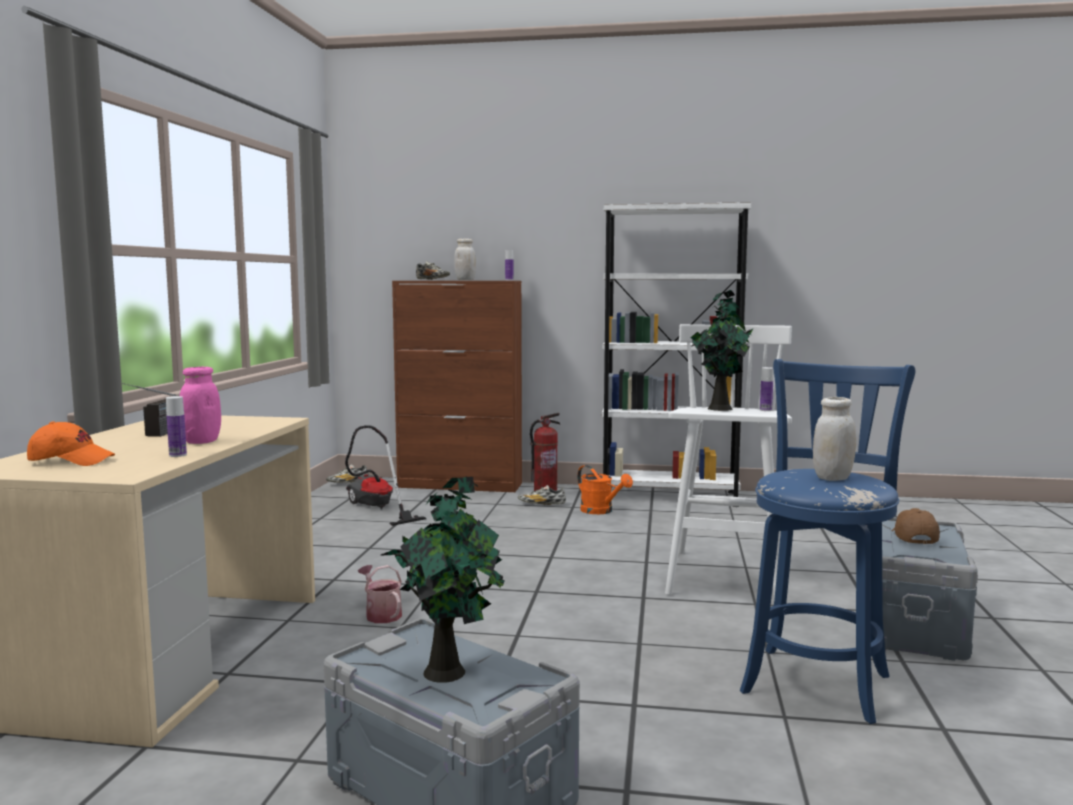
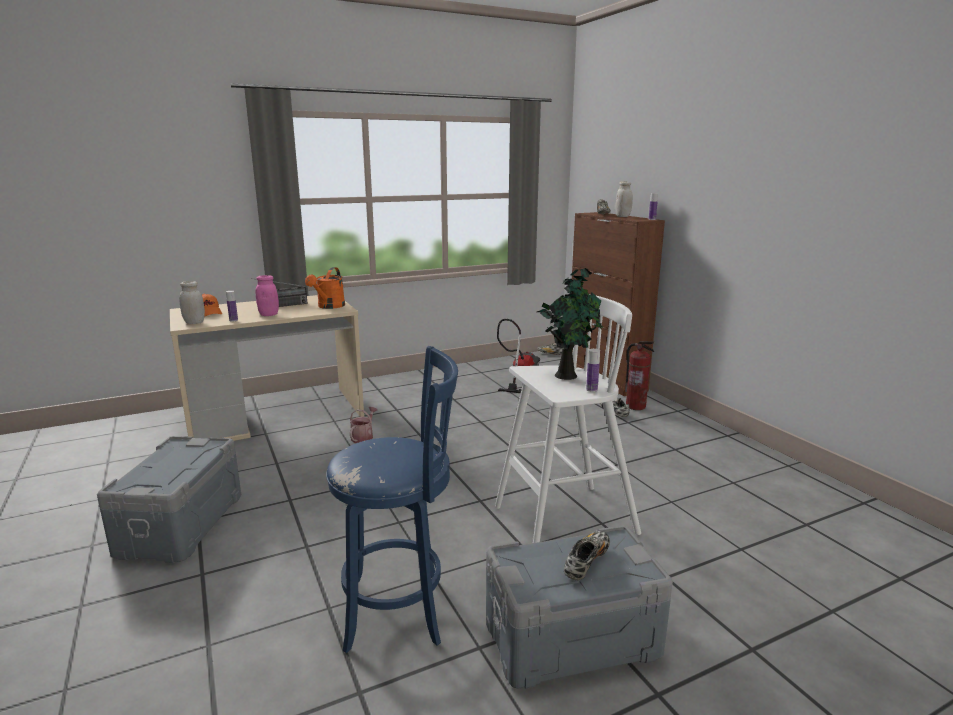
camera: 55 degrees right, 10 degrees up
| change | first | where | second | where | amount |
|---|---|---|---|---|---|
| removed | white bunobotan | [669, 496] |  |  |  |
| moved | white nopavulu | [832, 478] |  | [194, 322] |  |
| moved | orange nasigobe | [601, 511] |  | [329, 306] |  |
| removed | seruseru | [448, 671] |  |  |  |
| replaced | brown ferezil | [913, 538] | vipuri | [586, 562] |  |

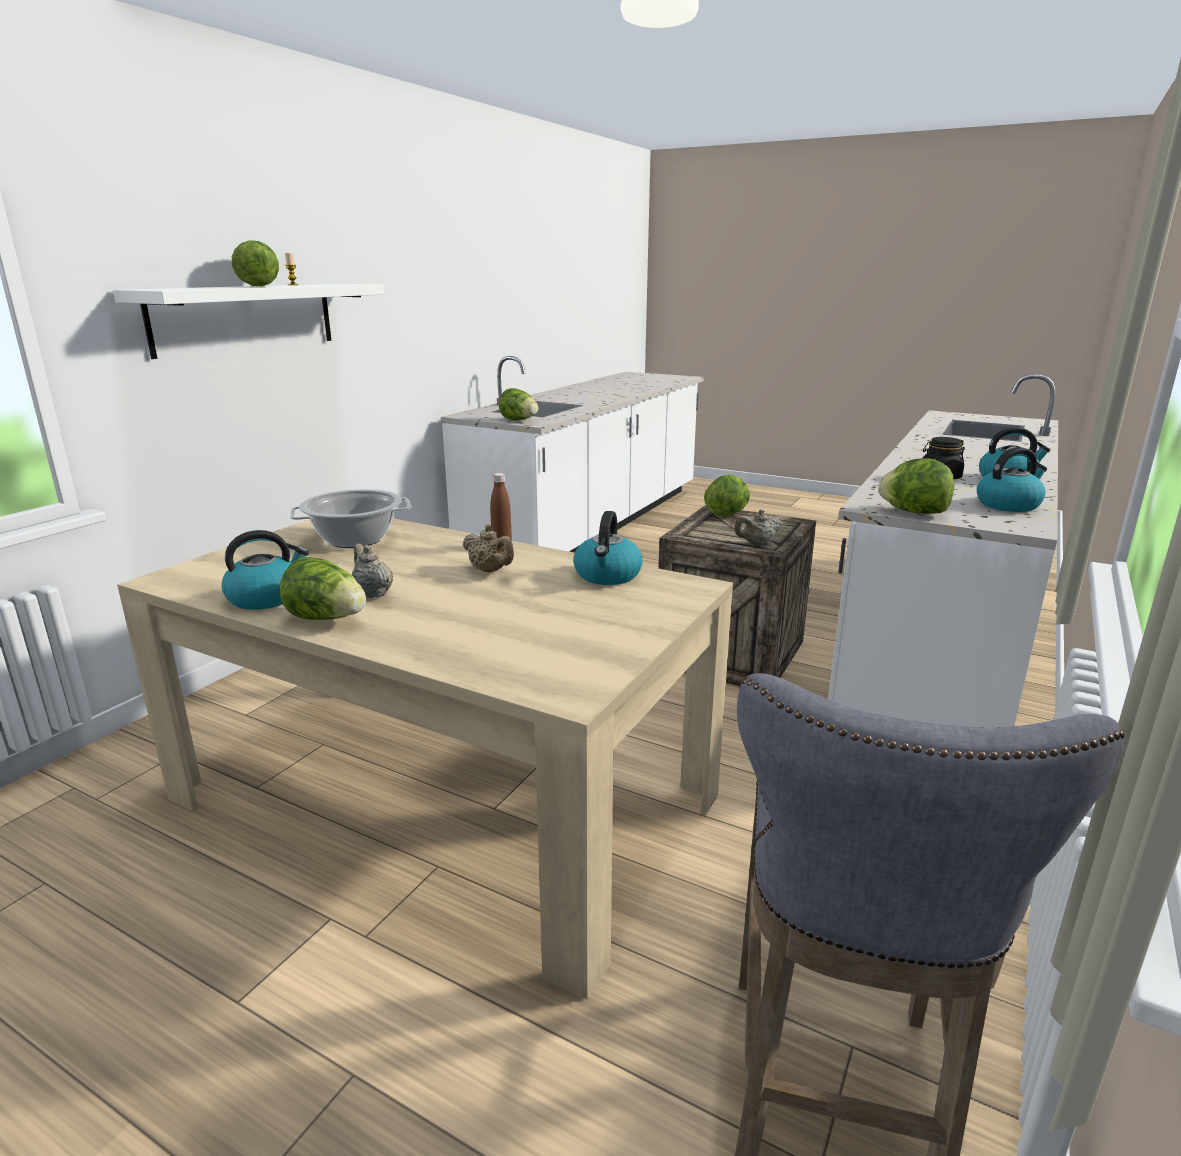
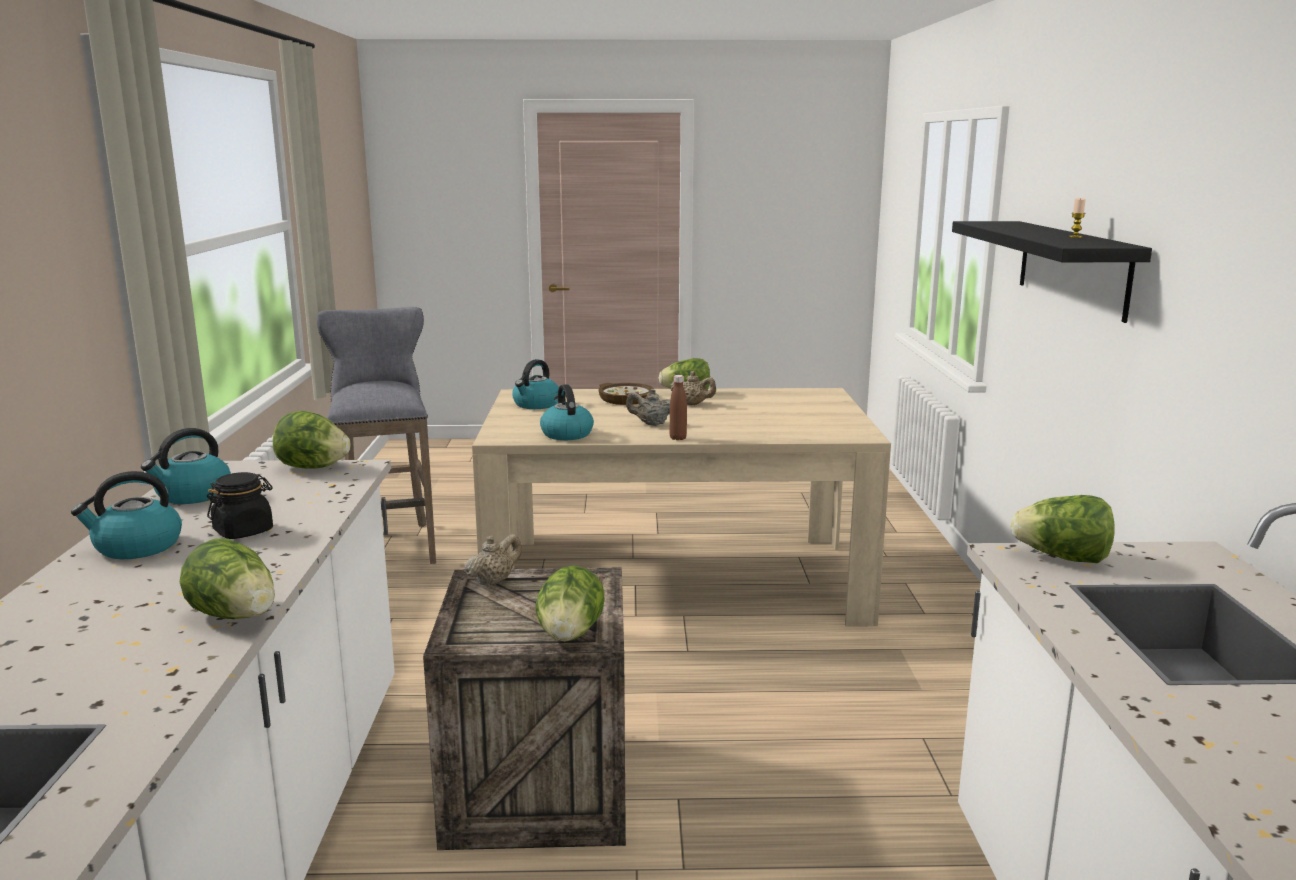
camera: 150 degrees right, 5 degrees down
| change | first | where | second | where | amount |
|---|---|---|---|---|---|
| moved | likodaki | [258, 286] |  | [237, 616] |  |
| recoloured | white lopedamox | [245, 318] | black lopedamox | [1072, 267] |  |
| removed | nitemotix | [355, 539] |  |  |  |
| moved | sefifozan | [266, 597] |  | [536, 405] |  |
| added |  |  | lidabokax | [626, 399] |  |

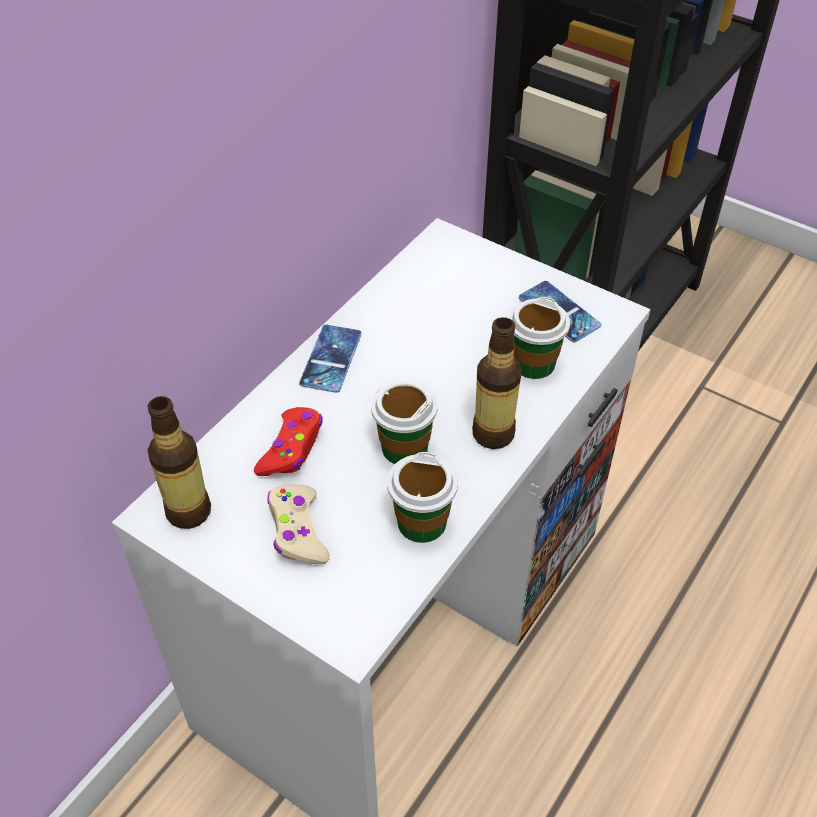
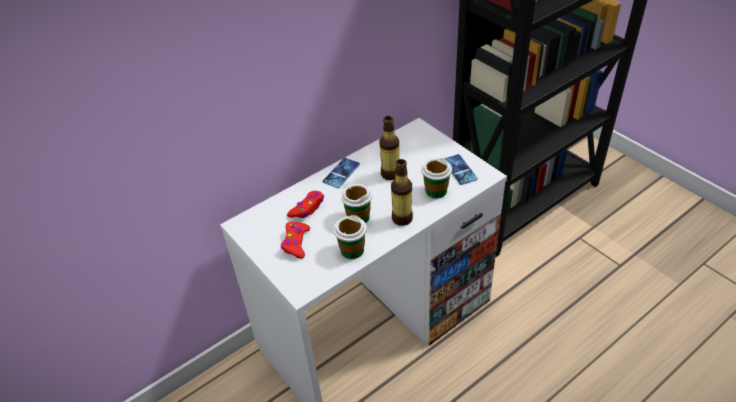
camera: 20 degrees right, 5 degrees down
| change | first | where | second | where | amount |
|---|---|---|---|---|---|
| moved | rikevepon | [188, 512] |  | [390, 174] |  |
| recoloured | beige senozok | [297, 531] | red senozok | [296, 243] |  |

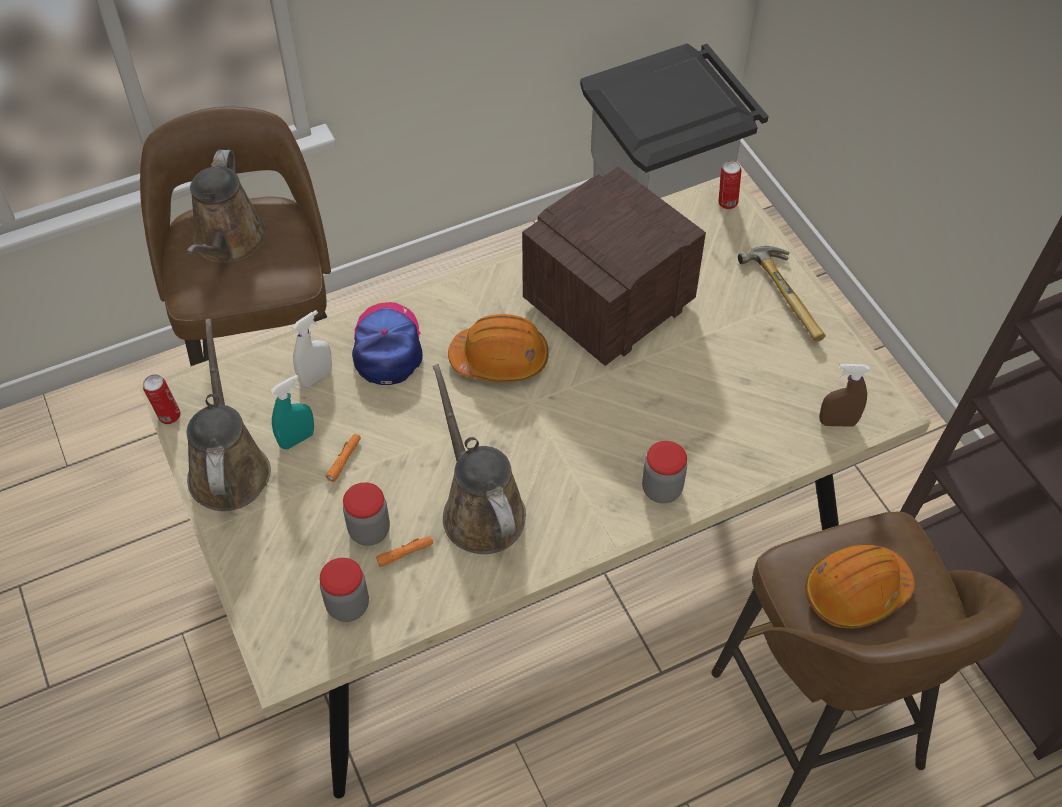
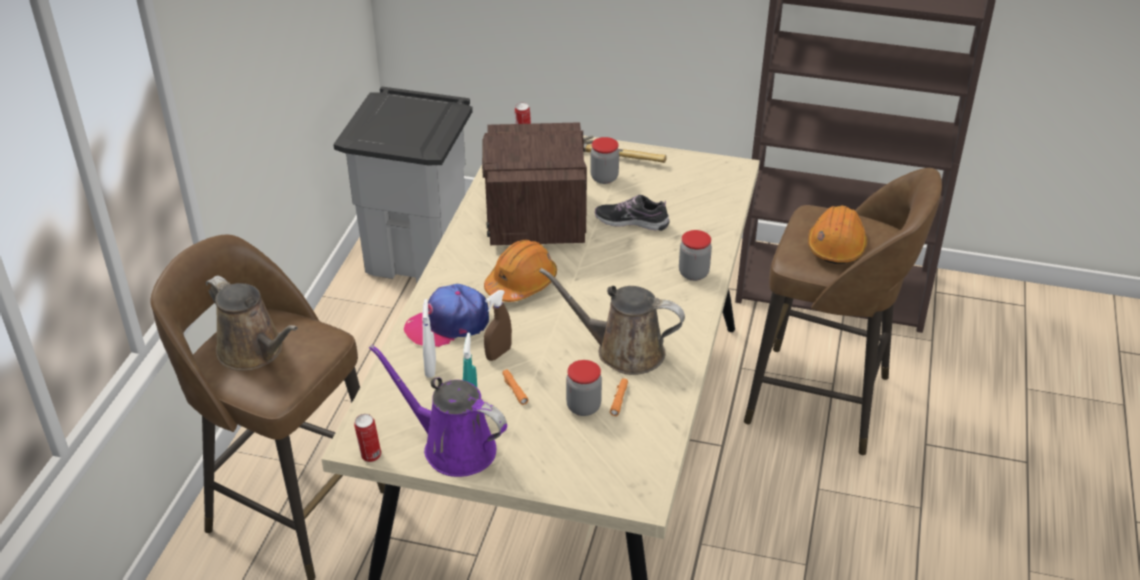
camera: 50 degrees left, 15 degrees down
| change | first | where | second | where | amount |
|---|---|---|---|---|---|
| turned | ferezil | [387, 346] |  | [448, 324] | 60 degrees counterclockwise |
| recoloured | brown nasigobe | [229, 467] | purple nasigobe | [453, 447] |  |
| moved | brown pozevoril | [837, 422] |  | [498, 353] |  |
| moved | nopavulu | [348, 605] |  | [604, 178] |  |
| added |  |  | vipuri | [632, 221] |  |

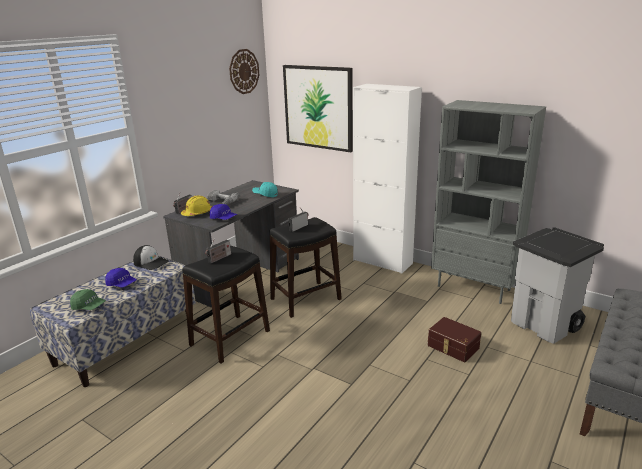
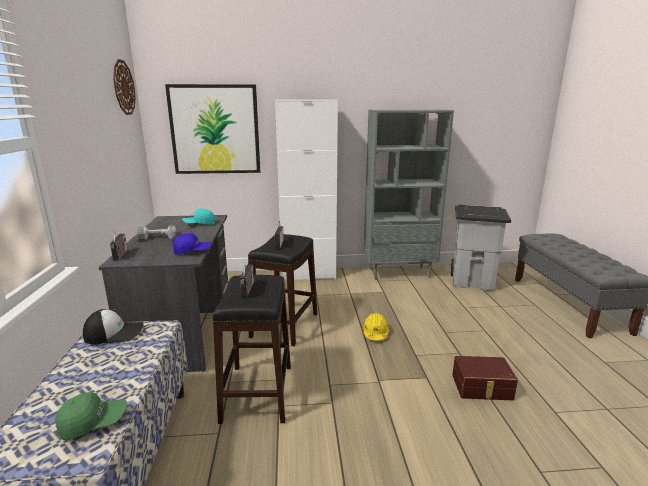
camera: 40 degrees left, 5 degrees down
| change | first | where | second | where | amount |
|---|---|---|---|---|---|
| moved | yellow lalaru | [197, 213] |  | [375, 333] |  |
| removed | blue ferezil | [122, 284] |  |  |  |
| moved | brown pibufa | [452, 347] |  | [482, 388] |  |

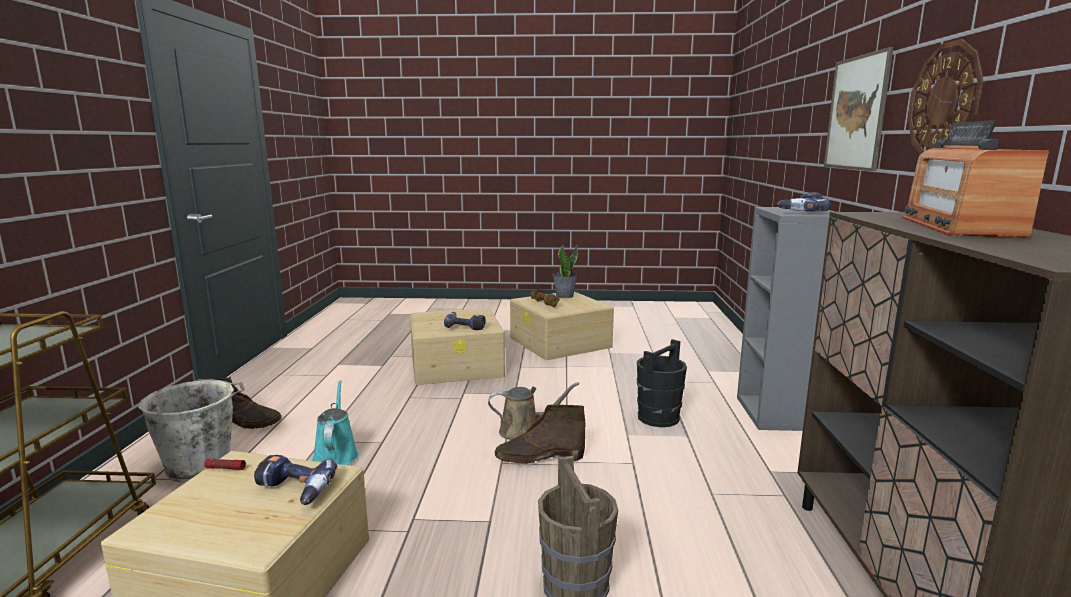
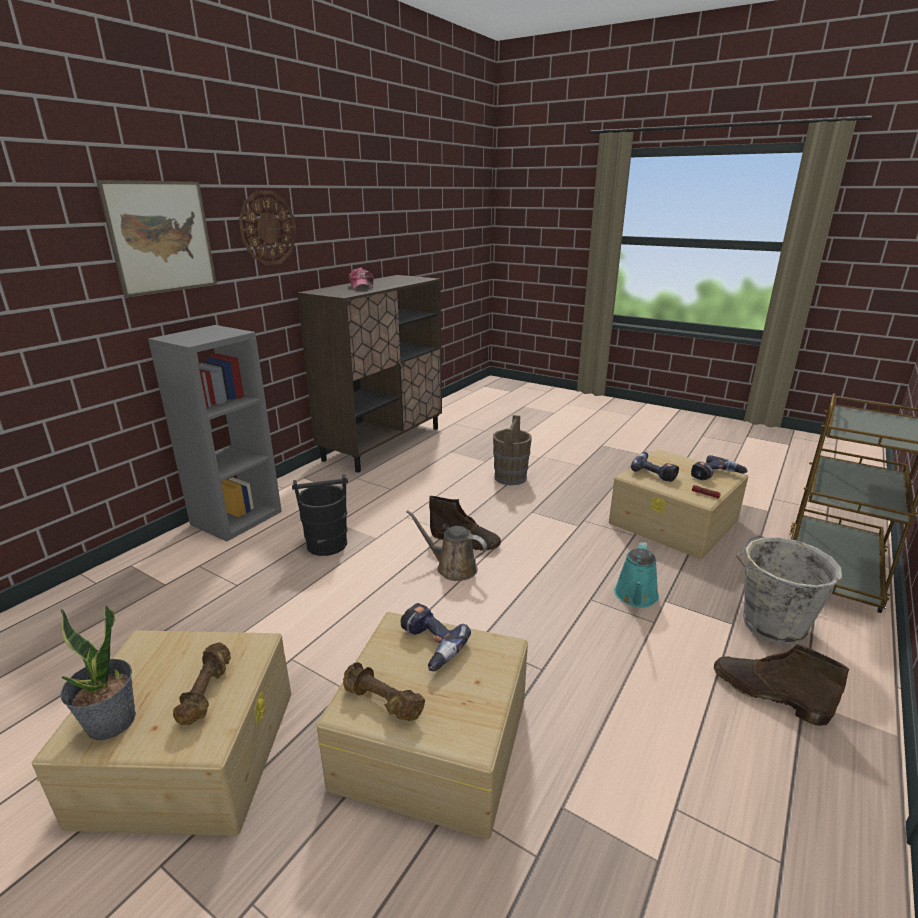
camera: 150 degrees left, 10 degrees up
| change | first | where | second | where | amount |
|---|---|---|---|---|---|
| replaced | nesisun | [959, 226] | ferezil | [362, 286] |  |
| moved | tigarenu | [801, 212] |  | [716, 476] |  |
| added |  |  | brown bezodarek | [381, 702] |  |

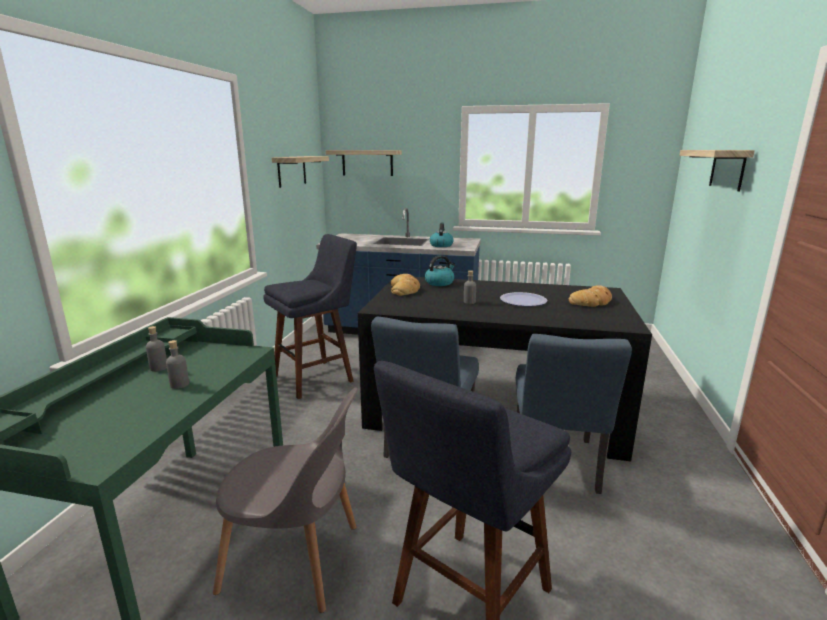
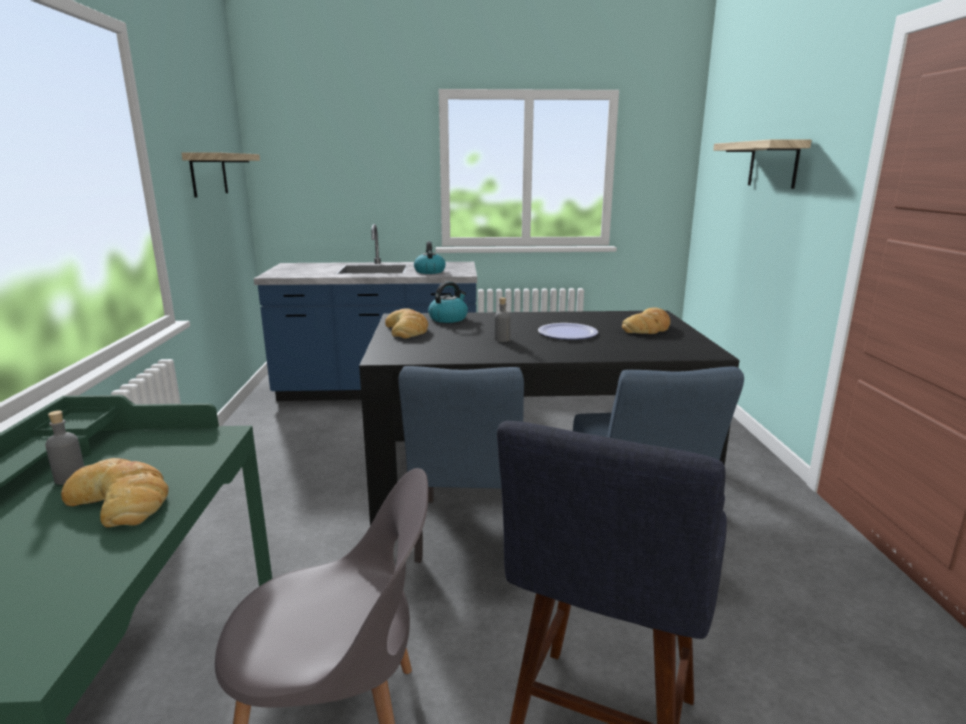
camera: 15 degrees left, 0 degrees up
| change | first | where | second | where | amount |
|---|---|---|---|---|---|
| removed | lopedamox | [367, 163] |  |  |  |
| removed | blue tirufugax | [317, 377] |  |  |  |
| replaced | grey rikevepon | [179, 384] | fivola | [121, 500] |  |

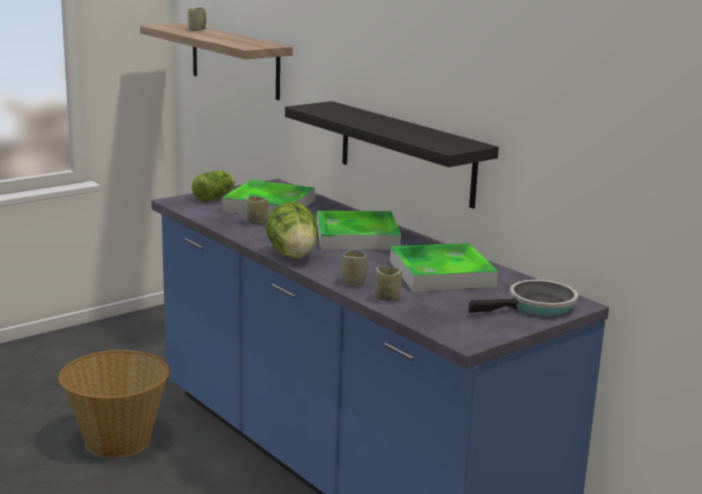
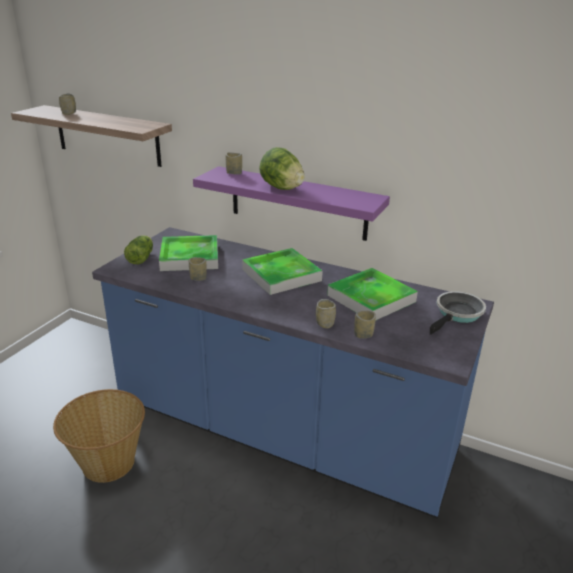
camera: 25 degrees left, 10 degrees up
| change | first | where | second | where | amount |
|---|---|---|---|---|---|
| recoloured | black lopedamox | [406, 153] | purple lopedamox | [298, 203] |  |
| moved | likodaki | [293, 256] |  | [281, 188] |  |
| added |  |  | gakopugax | [234, 173] |  |

